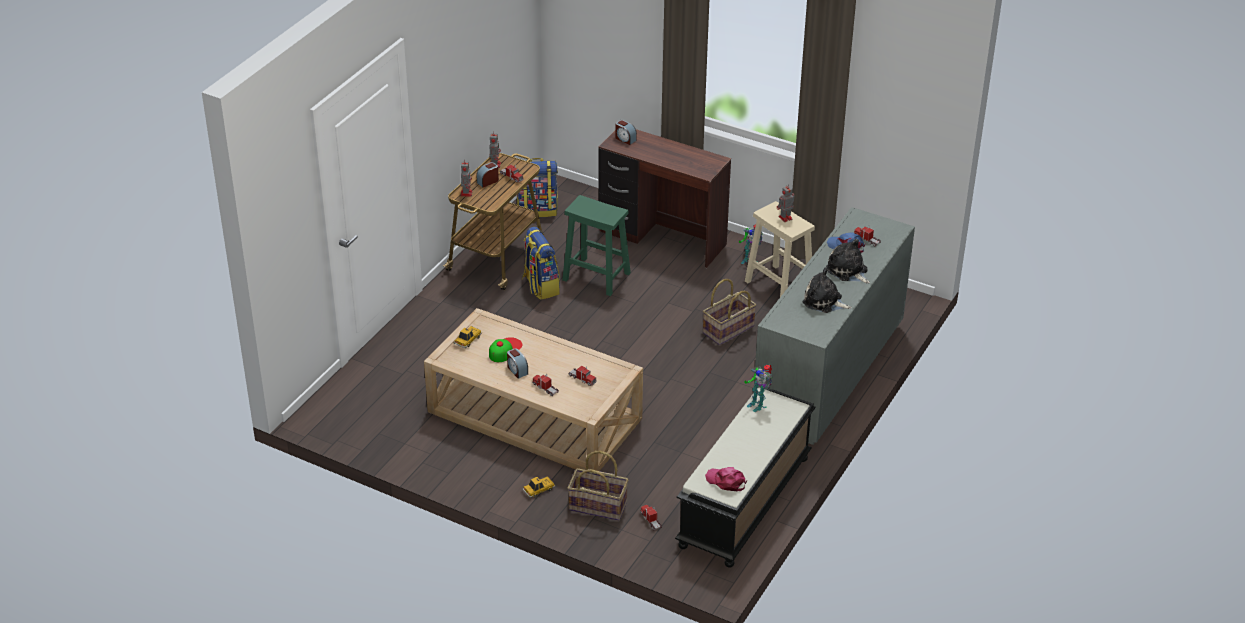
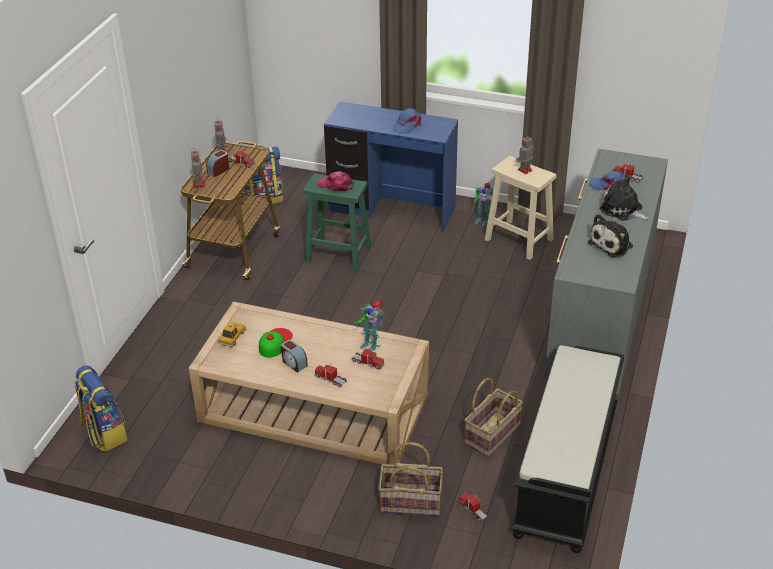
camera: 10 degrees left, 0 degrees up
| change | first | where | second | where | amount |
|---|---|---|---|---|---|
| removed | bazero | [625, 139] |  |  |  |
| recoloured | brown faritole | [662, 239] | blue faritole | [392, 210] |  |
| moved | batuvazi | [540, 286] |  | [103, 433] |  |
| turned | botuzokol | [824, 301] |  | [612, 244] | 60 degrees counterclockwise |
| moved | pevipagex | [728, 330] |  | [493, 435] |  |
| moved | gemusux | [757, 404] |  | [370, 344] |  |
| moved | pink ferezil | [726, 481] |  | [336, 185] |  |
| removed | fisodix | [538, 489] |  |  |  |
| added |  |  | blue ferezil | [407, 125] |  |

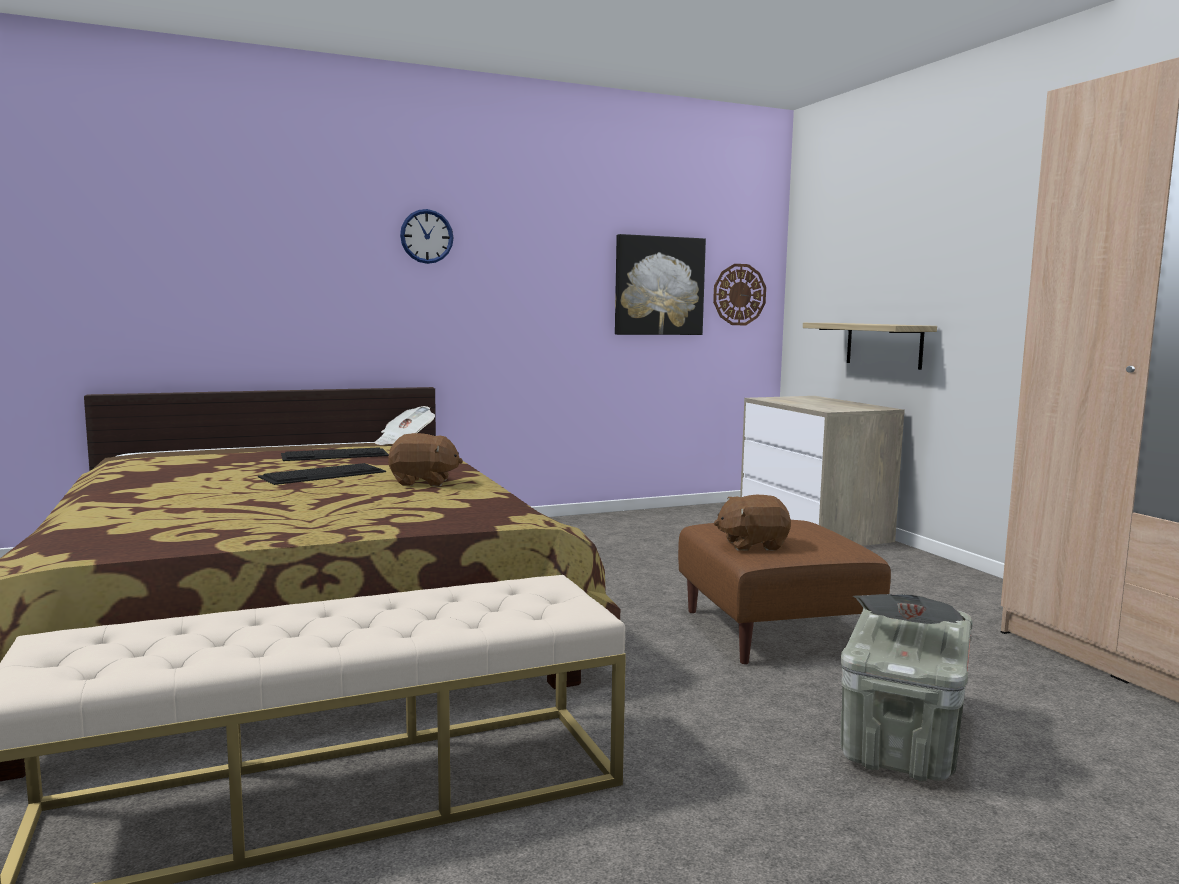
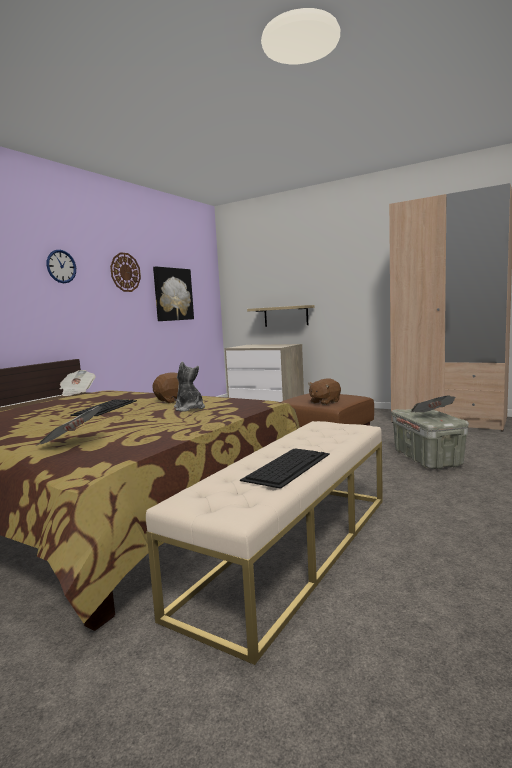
camera: 35 degrees left, 0 degrees up
| change | first | where | second | where | amount |
|---|---|---|---|---|---|
| moved | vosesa | [739, 294] |  | [125, 272] |  |
| moved | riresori | [336, 455] |  | [288, 466] |  |
| added |  |  | botuzokol | [189, 408] |  |
| added |  |  | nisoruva | [71, 443] |  |

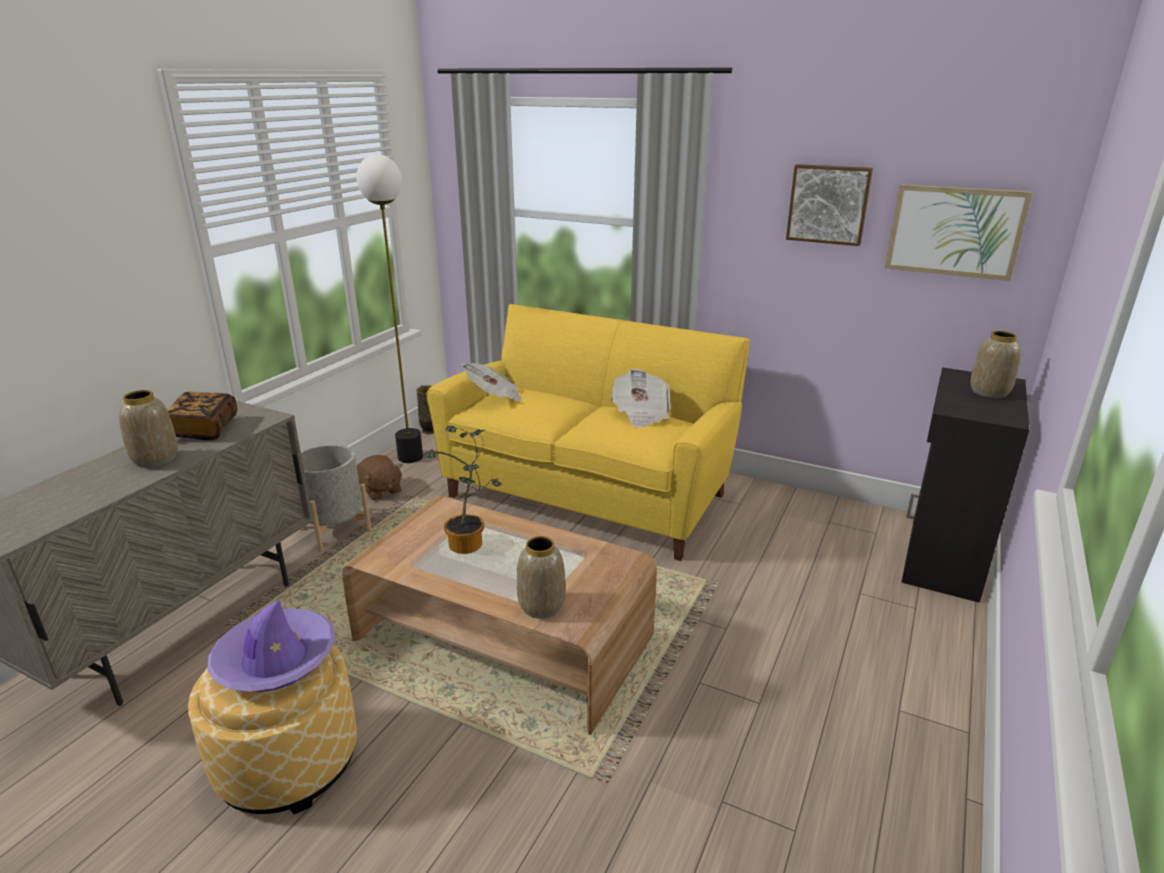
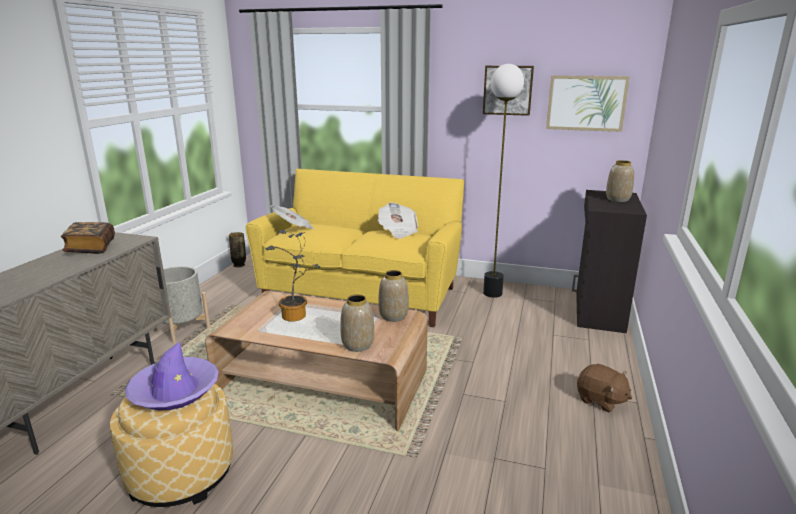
camera: 10 degrees left, 5 degrees down
| change | first | where | second | where | amount |
|---|---|---|---|---|---|
| moved | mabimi | [411, 457] |  | [493, 293] |  |
| moved | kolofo | [155, 460] |  | [393, 316] |  |
| moved | brown botuzokol | [380, 491] |  | [600, 400] |  |

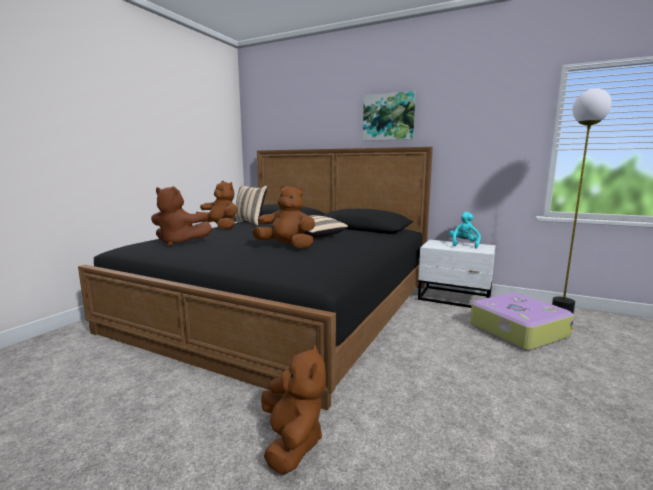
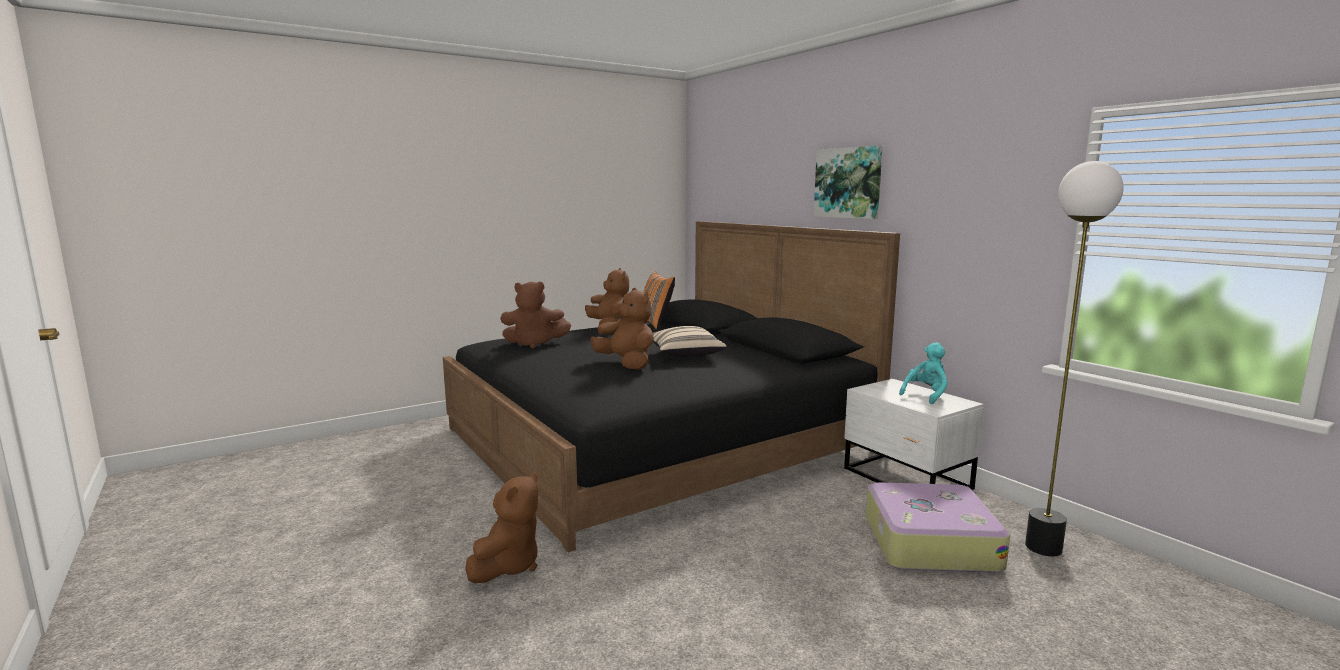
camera: 30 degrees right, 0 degrees up
| change | first | where | second | where | amount |
|---|---|---|---|---|---|
| recoloured | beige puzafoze | [250, 223] | orange puzafoze | [656, 323] |  |
| turned | brown botuzokol | [179, 243] |  | [534, 344] | 45 degrees counterclockwise |

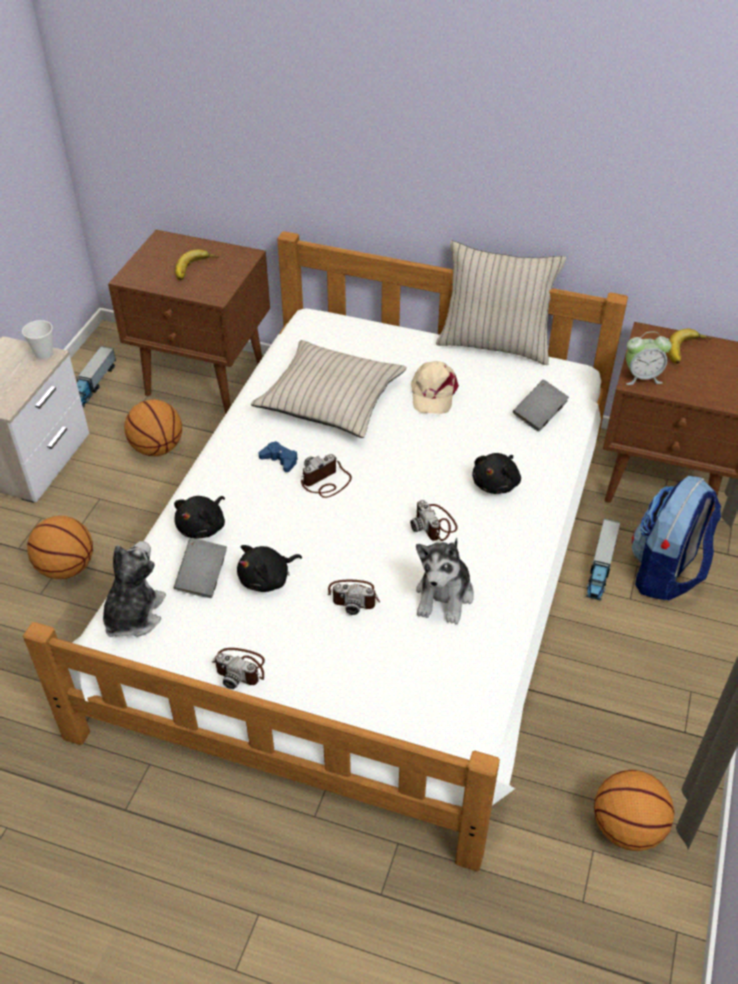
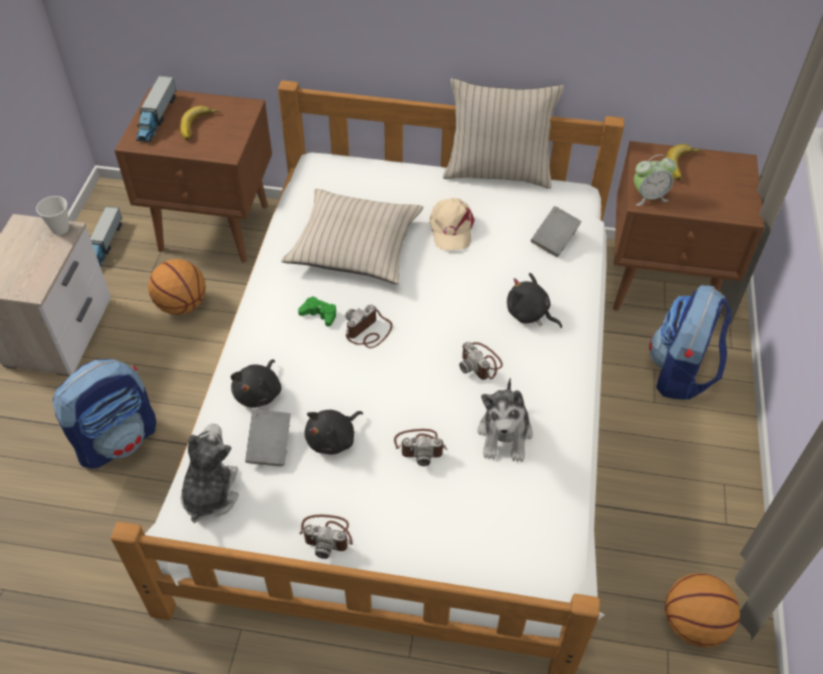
camera: 10 degrees left, 5 degrees up
| change | first | where | second | where | amount |
|---|---|---|---|---|---|
| recoloured | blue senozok | [280, 460] | green senozok | [319, 314] |  |
| turned | black botuzokol | [496, 483] |  | [529, 314] | 105 degrees clockwise |
| replaced | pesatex | [67, 567] | batuvazi | [117, 439] |  |
| moved | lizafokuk | [600, 567] |  | [157, 118] |  |

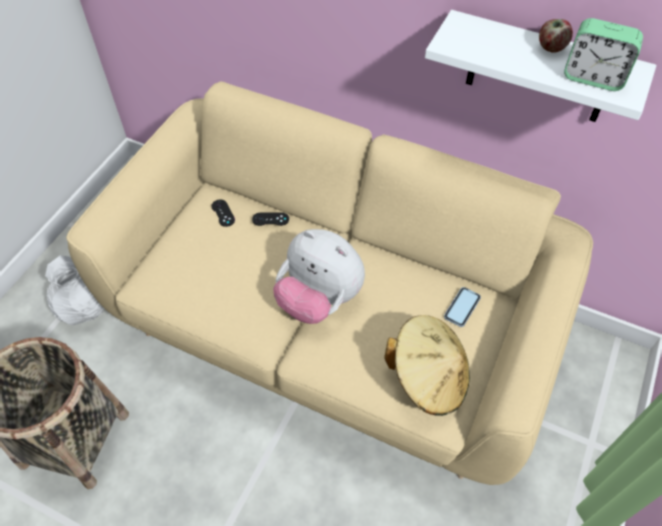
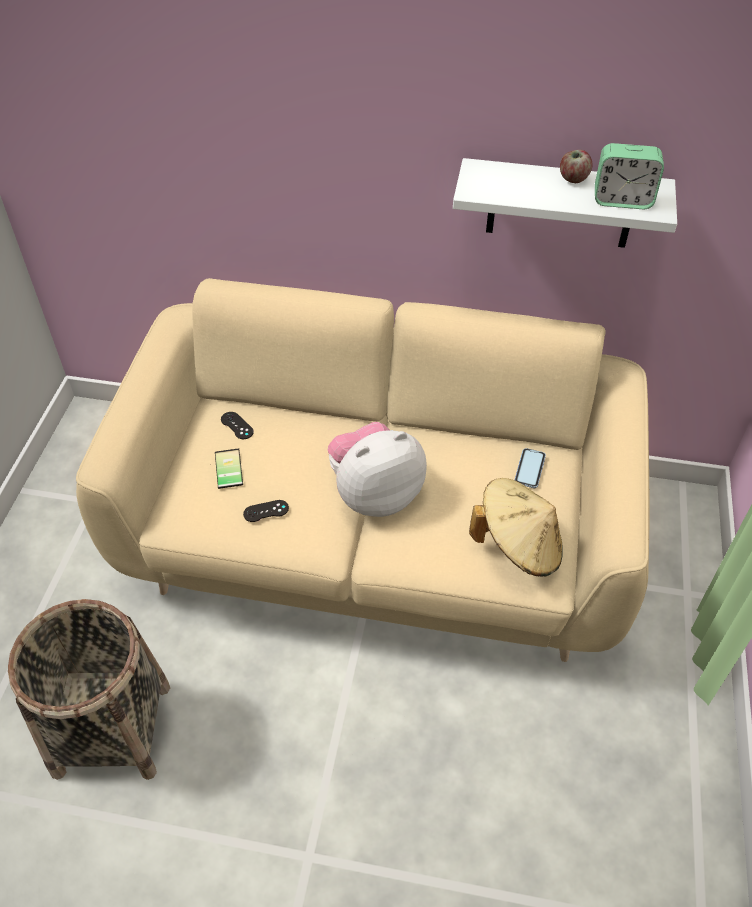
camera: 15 degrees left, 5 degrees down
| change | first | where | second | where | amount |
|---|---|---|---|---|---|
| moved | black senozok | [270, 219] |  | [266, 511] |  |
| turned | botuzokol | [319, 299] |  | [375, 494] | 135 degrees clockwise |
| removed | white kolofo | [87, 307] |  |  |  |
| added |  |  | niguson | [226, 469] |  |

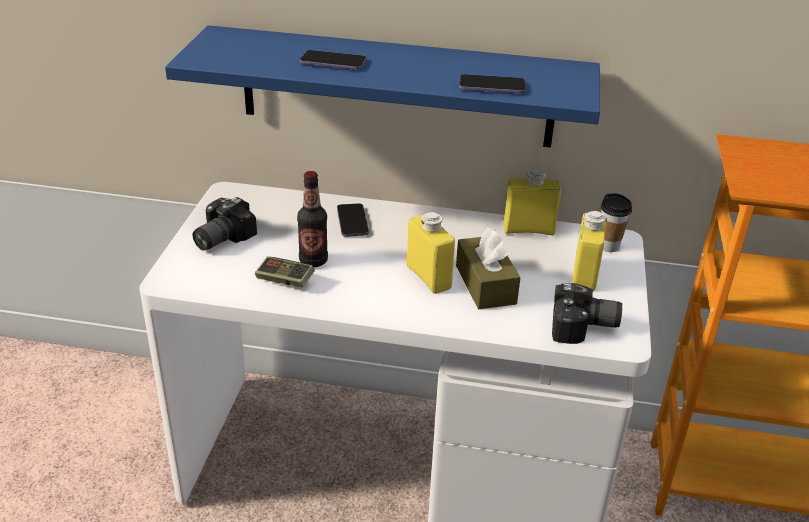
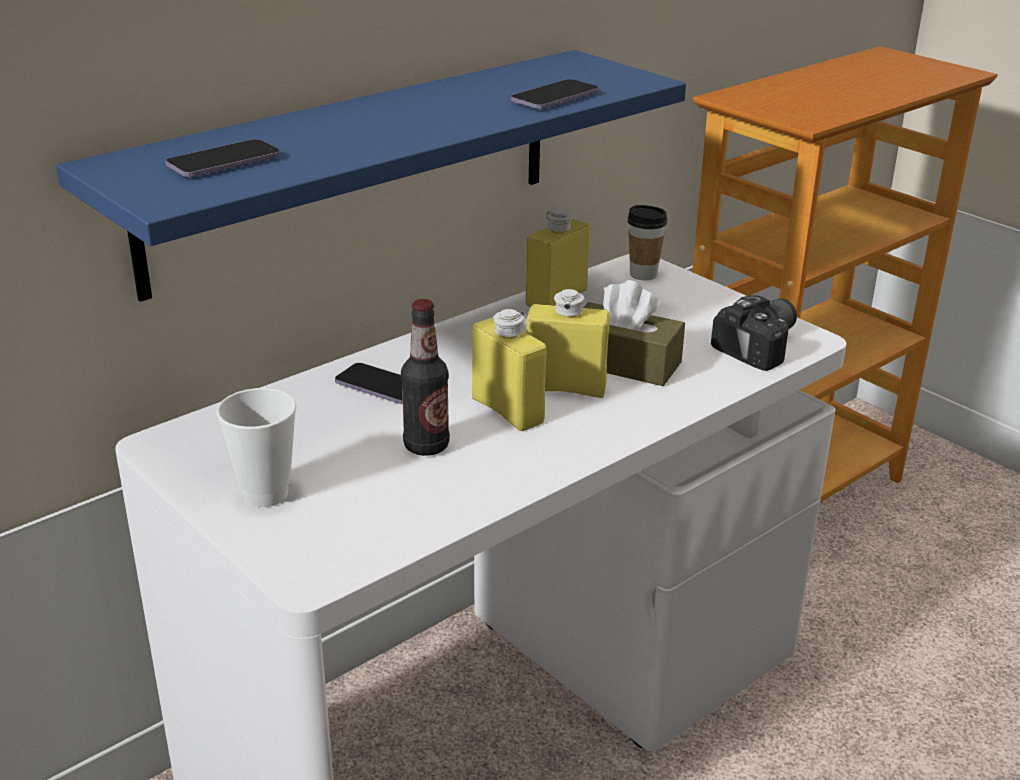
camera: 50 degrees left, 5 degrees down
| change | first | where | second | where | amount |
|---|---|---|---|---|---|
| moved | niguson | [333, 62] |  | [224, 162] |  |
| replaced | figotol | [219, 238] | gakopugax | [265, 494] |  |
| moved | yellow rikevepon | [584, 275] |  | [507, 410] |  |
| removed | senozok | [285, 280] |  |  |  |

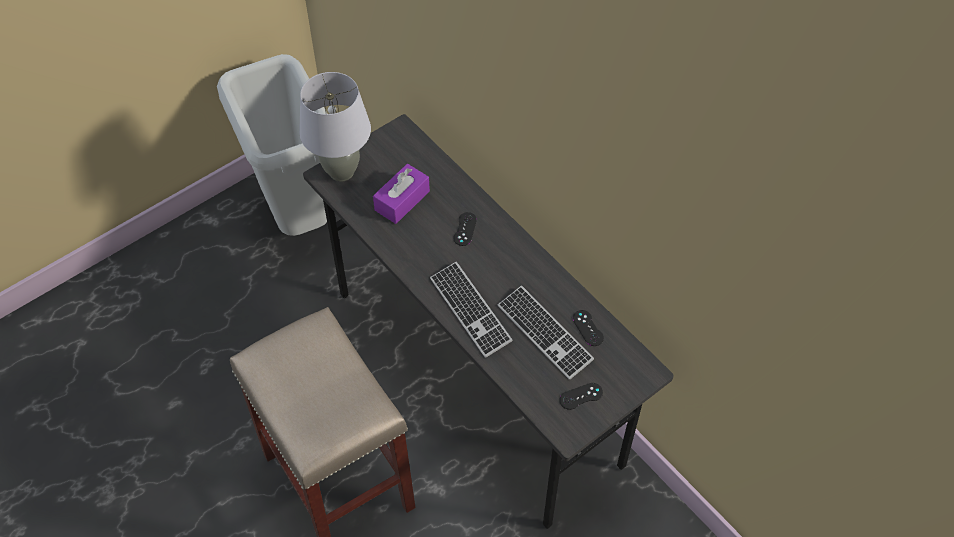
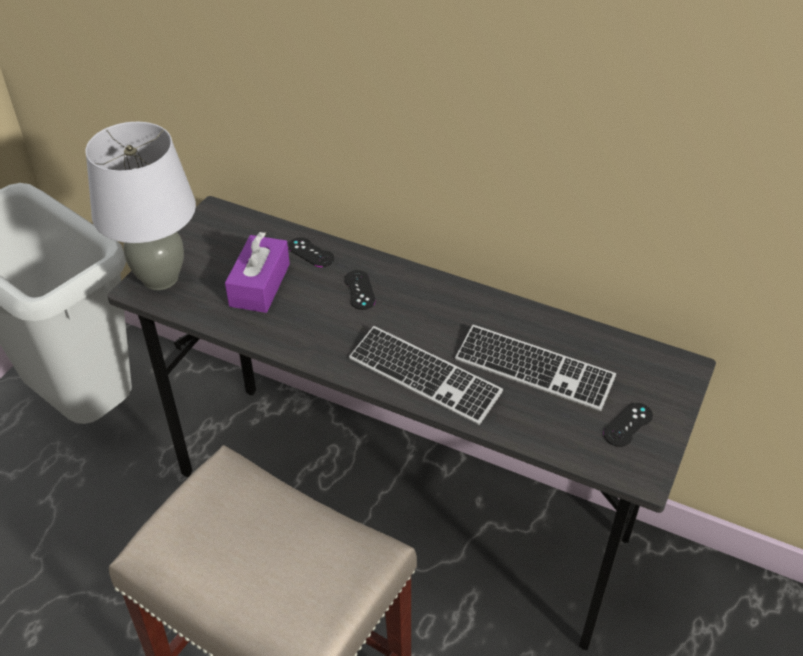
camera: 25 degrees left, 10 degrees down
| change | first | where | second | where | amount |
|---|---|---|---|---|---|
| moved | black senozok | [588, 328] |  | [311, 252] |  |

